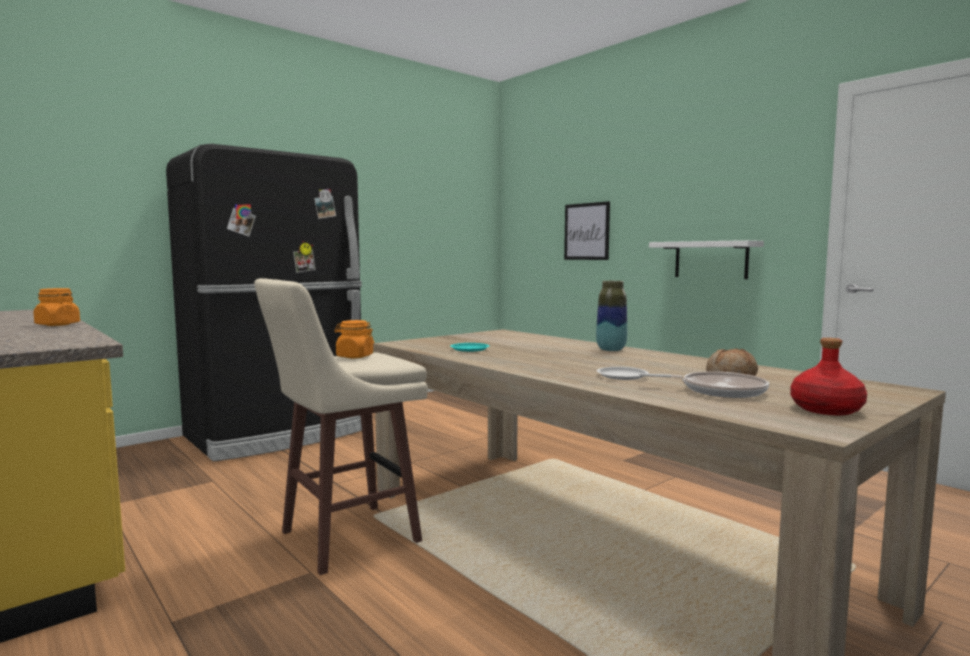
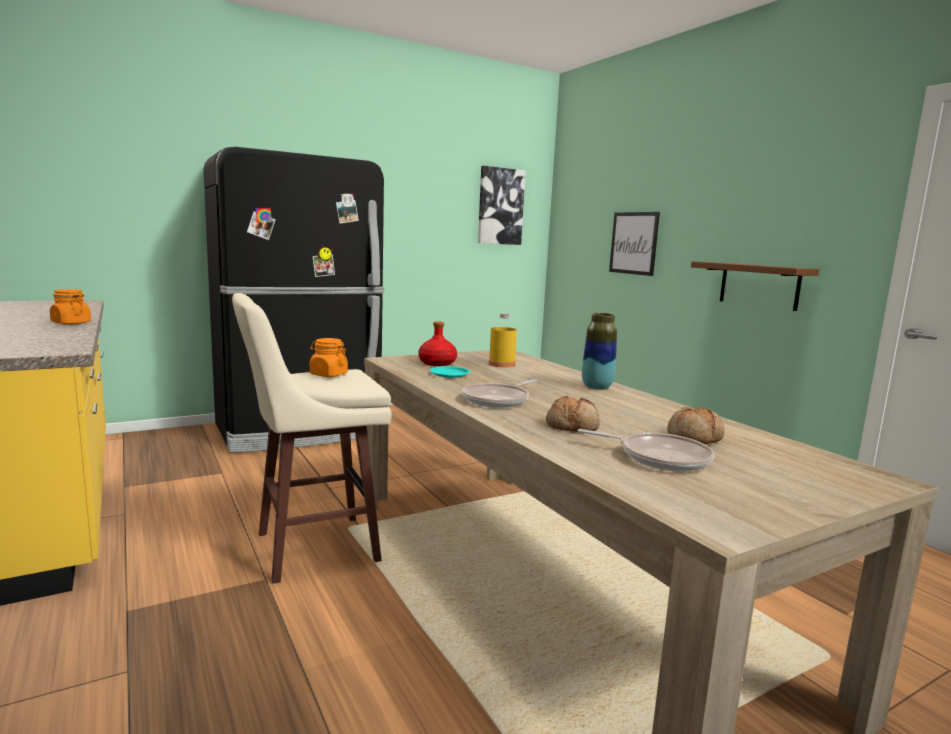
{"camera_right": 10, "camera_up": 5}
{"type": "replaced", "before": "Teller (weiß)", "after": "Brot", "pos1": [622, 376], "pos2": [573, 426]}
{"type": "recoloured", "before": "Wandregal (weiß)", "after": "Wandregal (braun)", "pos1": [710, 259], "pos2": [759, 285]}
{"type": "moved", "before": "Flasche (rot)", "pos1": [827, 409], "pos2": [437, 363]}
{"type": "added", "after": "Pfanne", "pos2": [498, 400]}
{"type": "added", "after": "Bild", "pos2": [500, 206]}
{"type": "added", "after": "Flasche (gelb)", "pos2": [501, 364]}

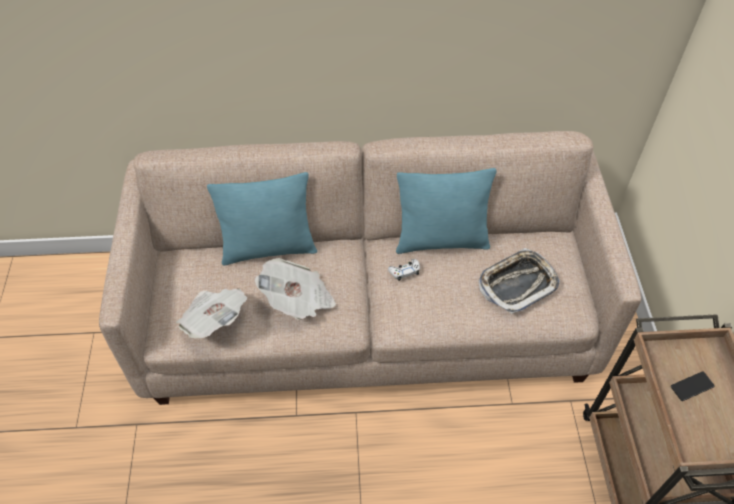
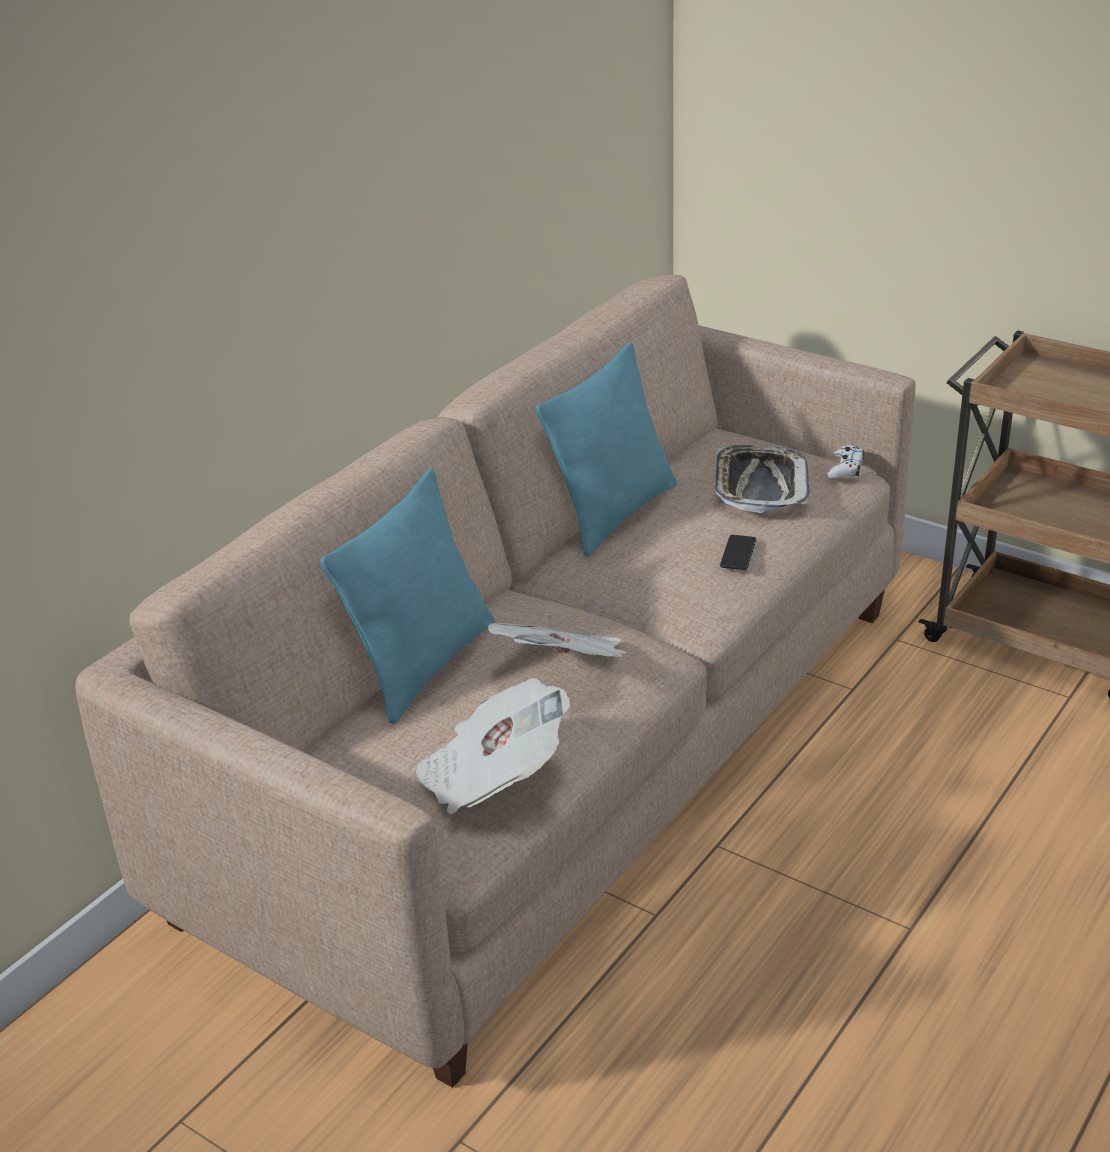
{"camera_right": -50, "camera_up": -20}
{"type": "moved", "before": "Gamepad (weiß)", "pos1": [404, 271], "pos2": [845, 468]}
{"type": "moved", "before": "Handy", "pos1": [692, 386], "pos2": [738, 553]}

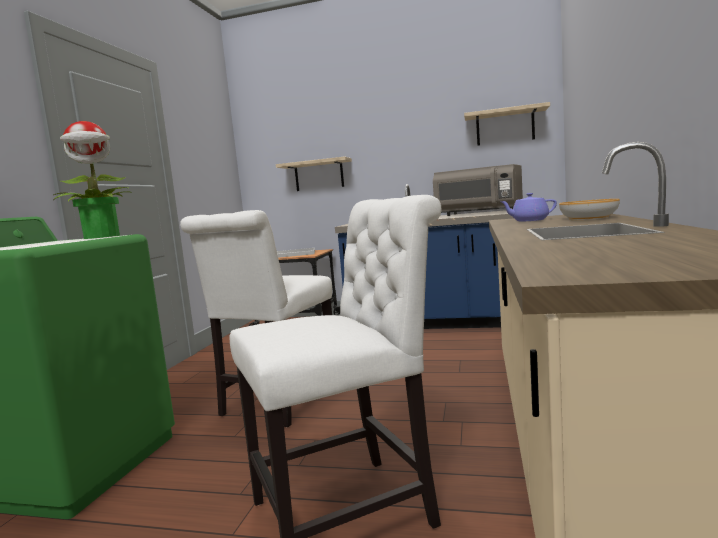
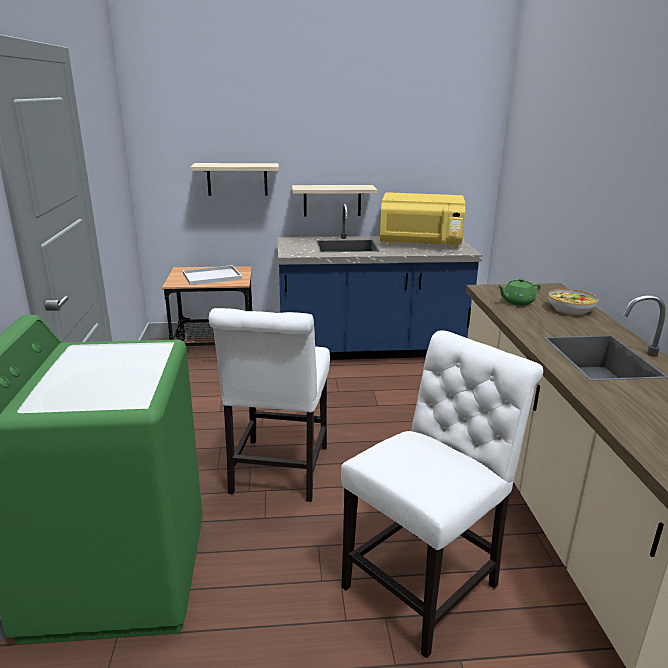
{"camera_right": -20, "camera_up": 15}
{"type": "removed", "before": "Topfpflanze", "pos1": [102, 237]}
{"type": "recoloured", "before": "Mikrowelle (grau)", "after": "Mikrowelle (gelb)", "pos1": [479, 213], "pos2": [420, 243]}
{"type": "moved", "before": "Wandregal", "pos1": [505, 127], "pos2": [332, 200]}
{"type": "recoloured", "before": "Teekanne (lila)", "after": "Teekanne (grün)", "pos1": [529, 220], "pos2": [517, 302]}

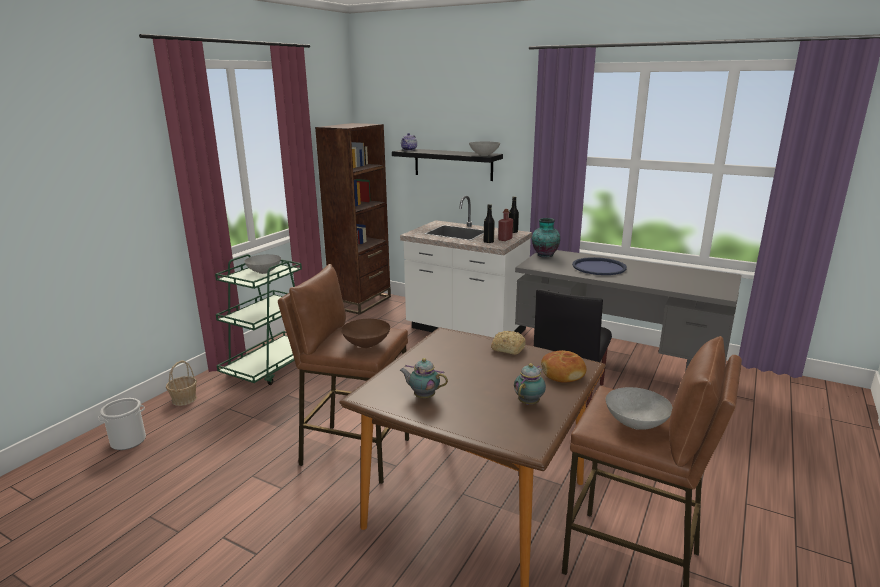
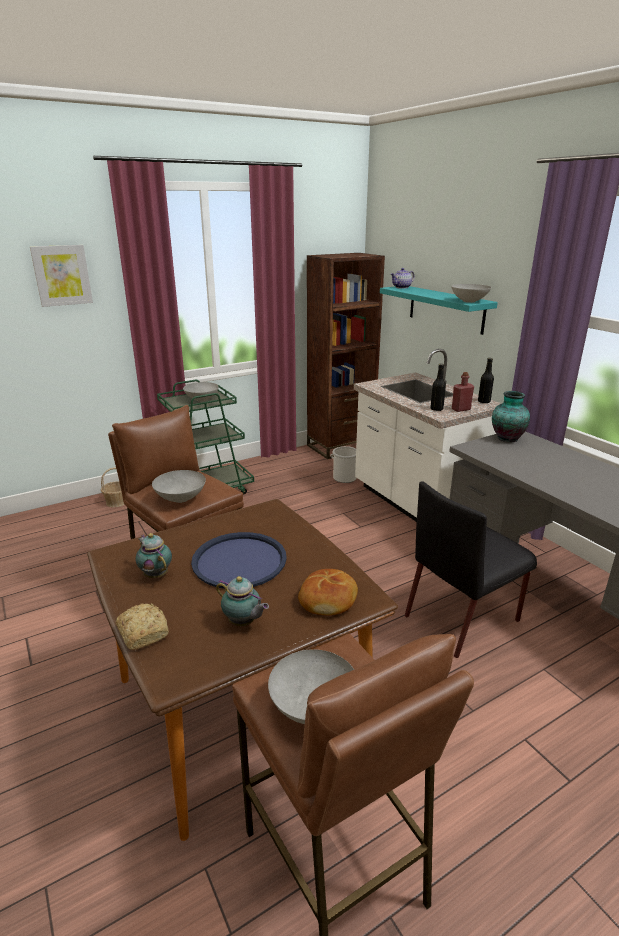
{"camera_right": 30, "camera_up": 5}
{"type": "moved", "before": "Eimer", "pos1": [128, 441], "pos2": [345, 478]}
{"type": "recoloured", "before": "Schüssel (braun)", "after": "Schüssel (grau)", "pos1": [366, 344], "pos2": [180, 498]}
{"type": "recoloured", "before": "Wandregal (schwarz)", "after": "Wandregal (türkis)", "pos1": [453, 164], "pos2": [446, 309]}
{"type": "moved", "before": "Brot", "pos1": [507, 348], "pos2": [144, 632]}
{"type": "turned", "before": "Teekanne", "pos1": [529, 402], "pos2": [243, 623], "turn": 60}
{"type": "moved", "before": "Tablett (blau)", "pos1": [599, 267], "pos2": [239, 561]}
{"type": "added", "after": "Bild", "pos2": [62, 275]}

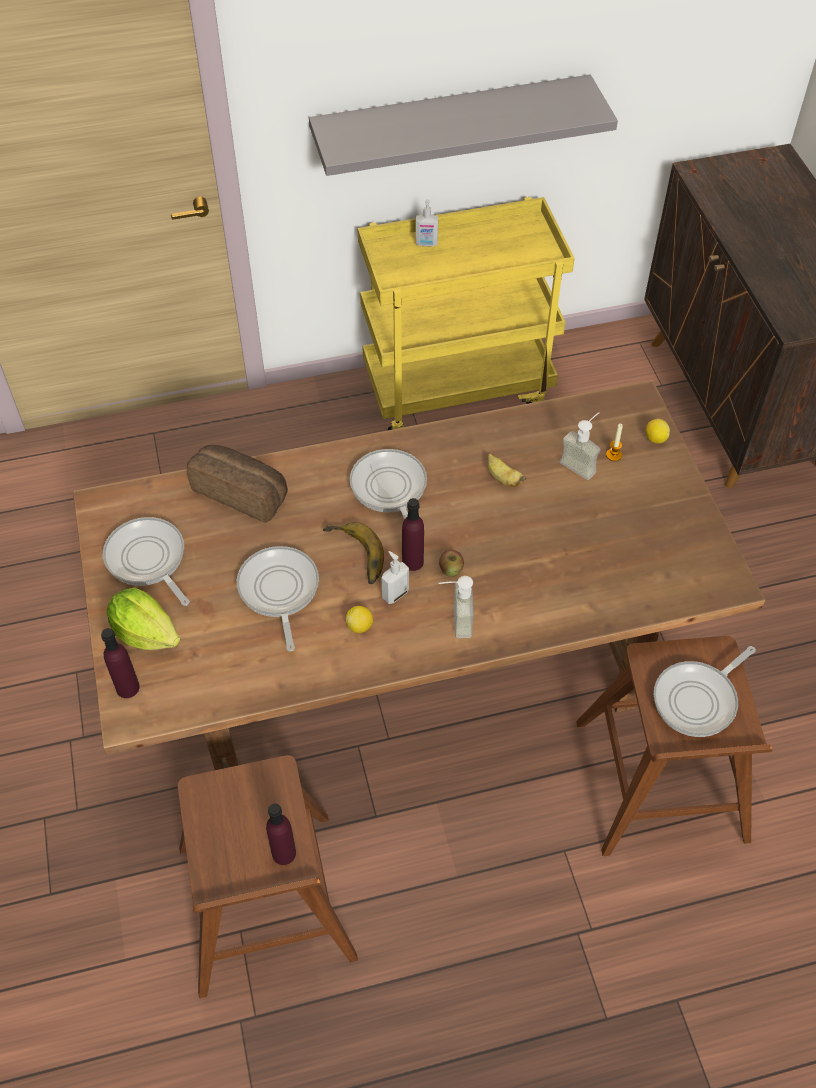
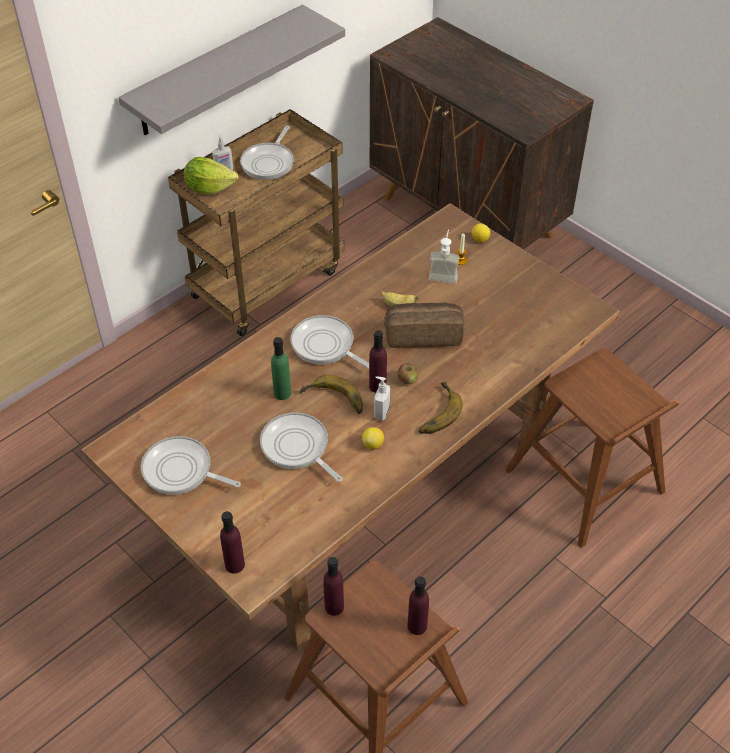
{"camera_right": -30, "camera_up": -5}
{"type": "moved", "before": "Salatkopf", "pos1": [145, 633], "pos2": [209, 188]}
{"type": "moved", "before": "Brot", "pos1": [242, 492], "pos2": [423, 334]}
{"type": "recoloured", "before": "Rollwagen (gelb)", "after": "Rollwagen (braun)", "pos1": [458, 387], "pos2": [267, 281]}
{"type": "replaced", "before": "Seifenspender", "after": "Banane", "pos1": [454, 621], "pos2": [435, 412]}
{"type": "moved", "before": "Pfanne", "pos1": [698, 699], "pos2": [269, 162]}
{"type": "added", "after": "Flasche (grün)", "pos2": [282, 393]}
{"type": "added", "after": "Flasche (lila)", "pos2": [334, 607]}

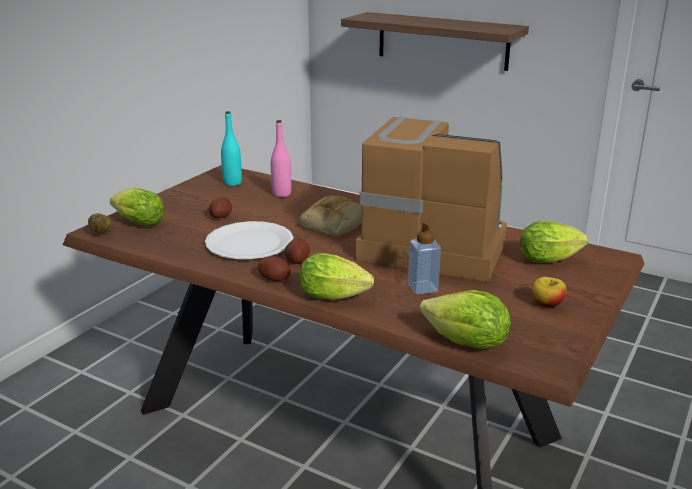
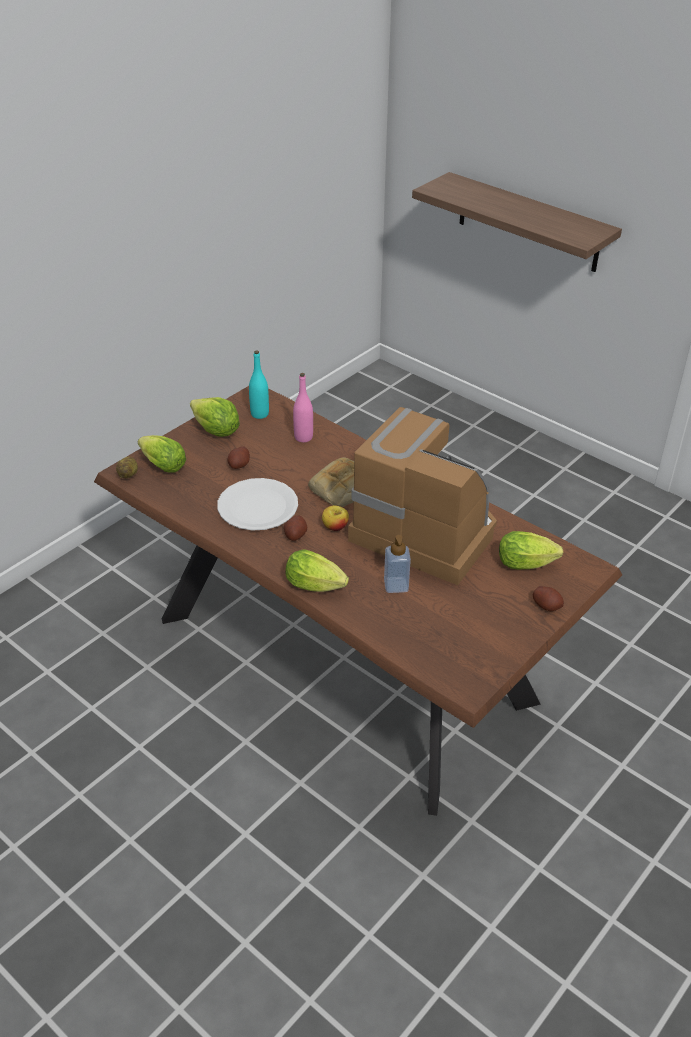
{"camera_right": 10, "camera_up": 15}
{"type": "moved", "before": "Kartoffel", "pos1": [275, 278], "pos2": [547, 605]}
{"type": "moved", "before": "Salatkopf", "pos1": [466, 343], "pos2": [216, 431]}
{"type": "moved", "before": "Apfel", "pos1": [547, 304], "pos2": [335, 527]}

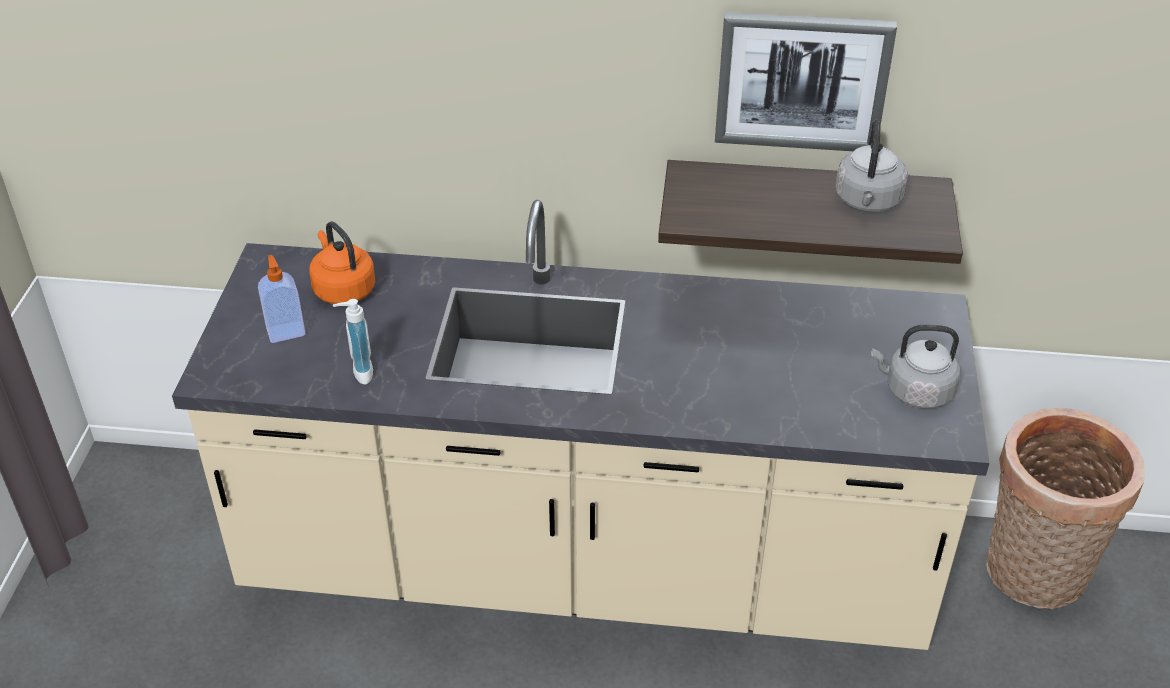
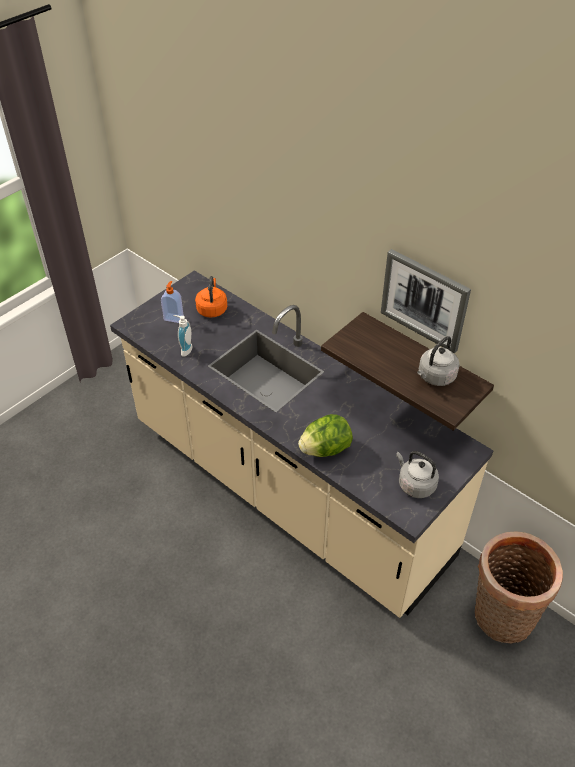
{"camera_right": 35, "camera_up": 5}
{"type": "added", "after": "Salatkopf", "pos2": [325, 449]}

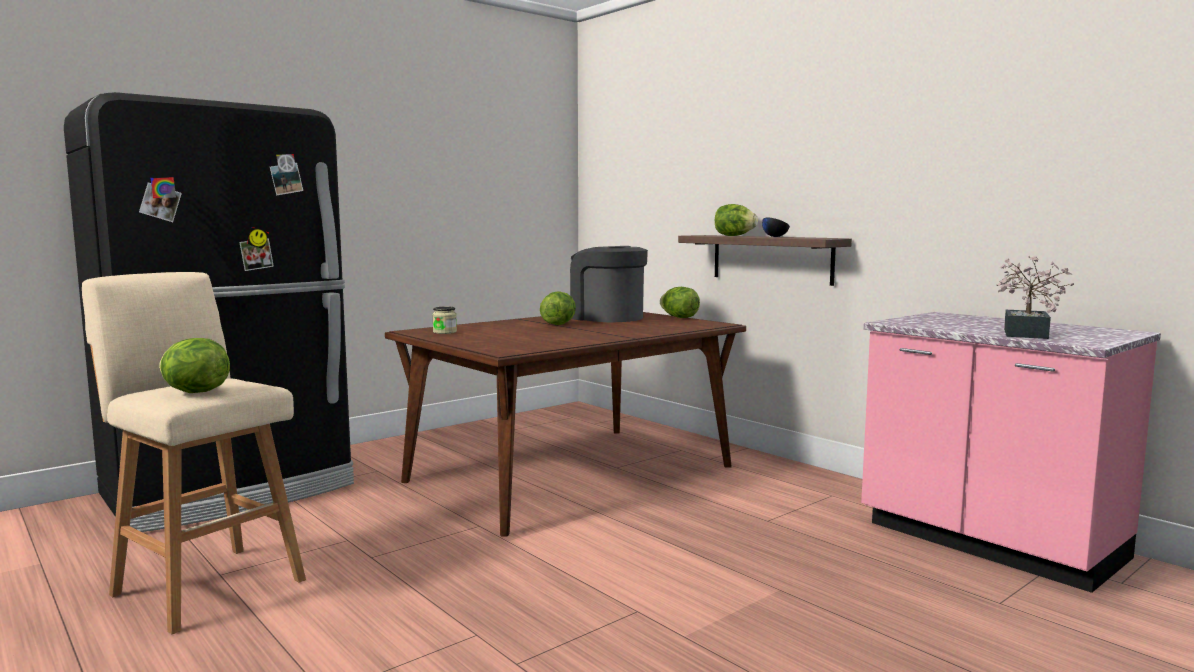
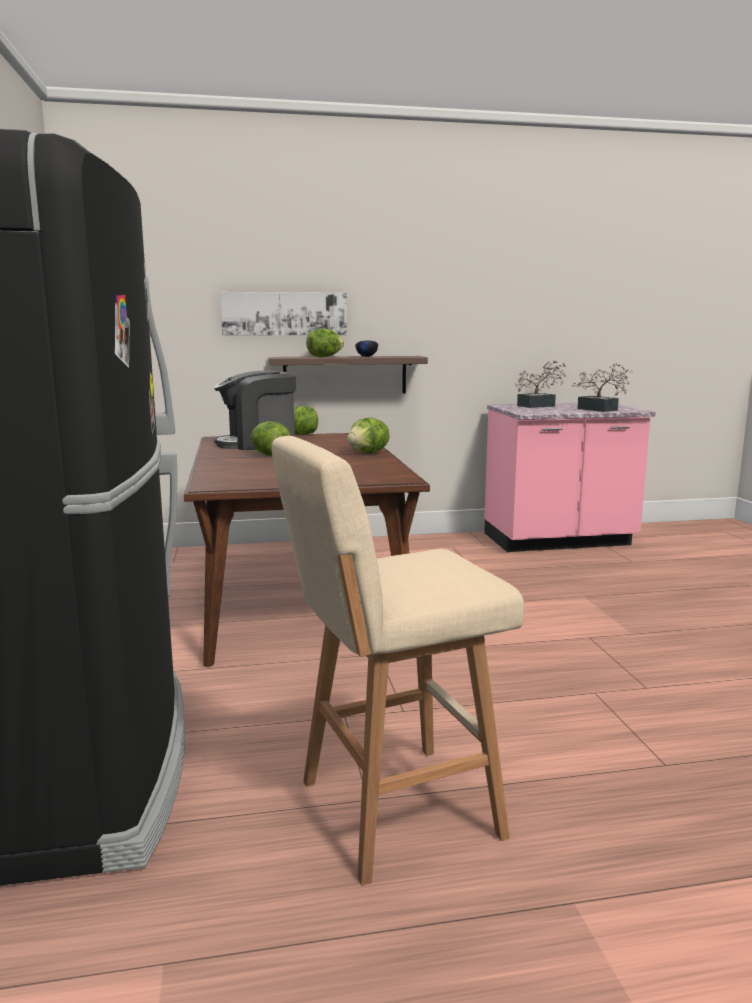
{"camera_right": -60, "camera_up": 5}
{"type": "moved", "before": "Salatkopf", "pos1": [194, 392], "pos2": [369, 453]}
{"type": "removed", "before": "Vorratsglas", "pos1": [444, 332]}
{"type": "added", "after": "Bild", "pos2": [284, 314]}
{"type": "added", "after": "Topfpflanze", "pos2": [539, 406]}

